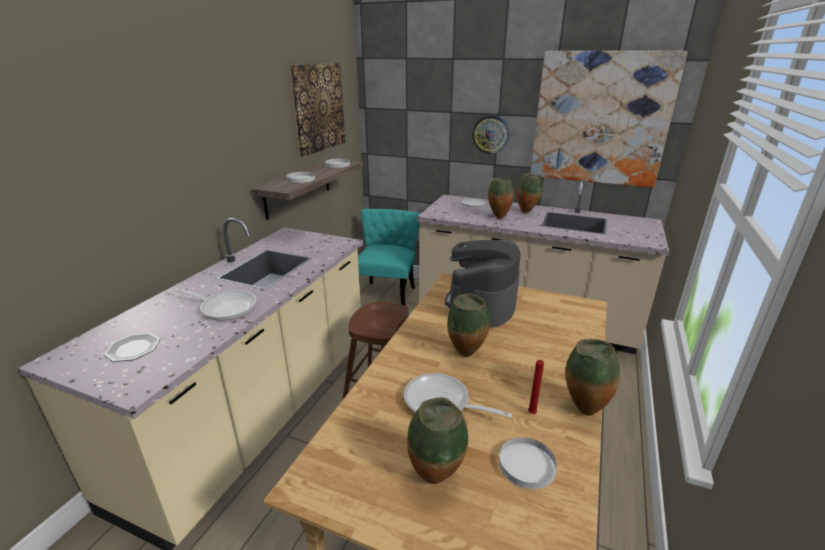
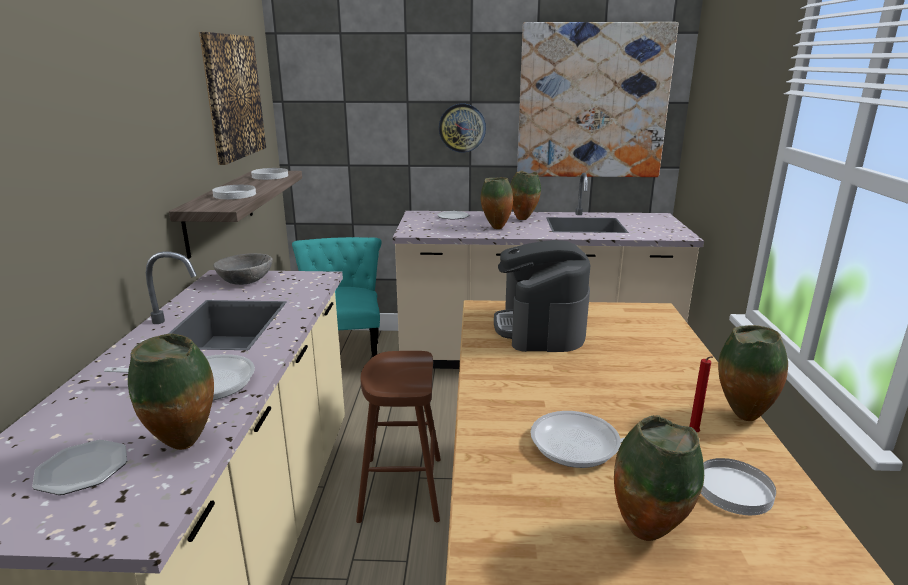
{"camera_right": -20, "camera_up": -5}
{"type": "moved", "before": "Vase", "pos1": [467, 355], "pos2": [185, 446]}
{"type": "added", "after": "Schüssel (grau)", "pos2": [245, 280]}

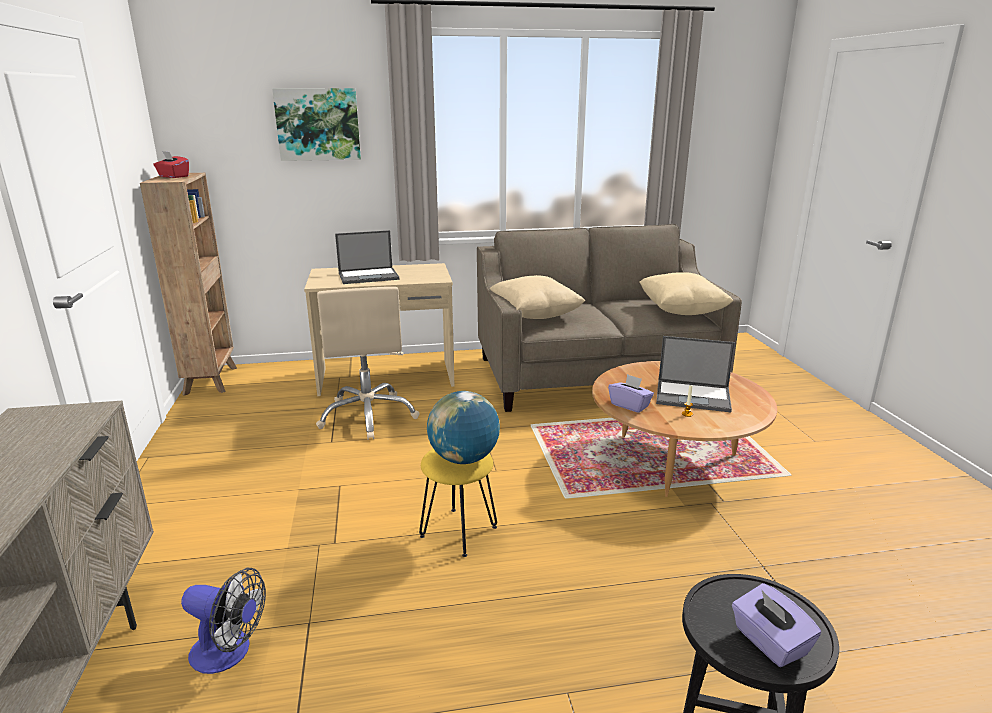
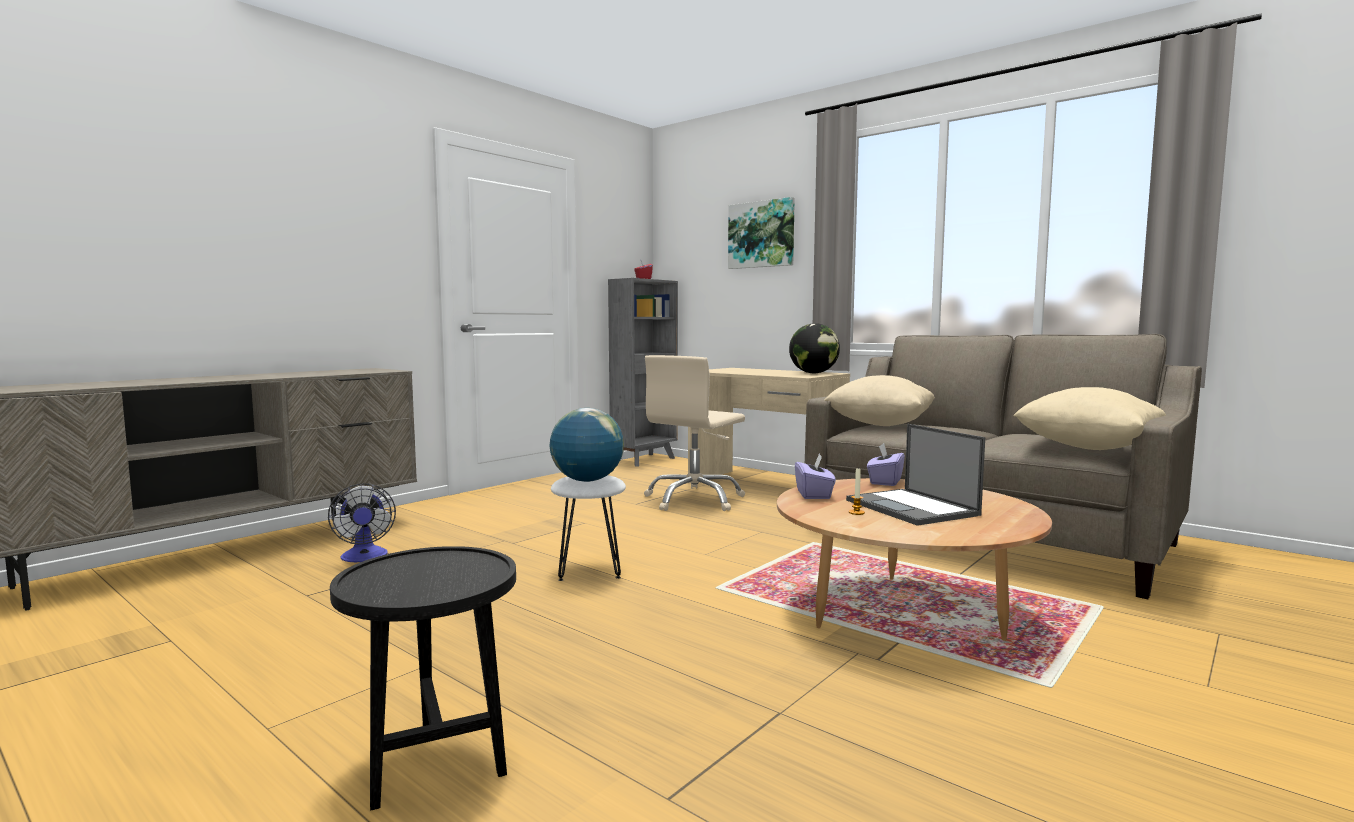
{"camera_right": 50, "camera_up": -15}
{"type": "recoloured", "before": "Bücherregal (braun)", "after": "Bücherregal (grau)", "pos1": [211, 380], "pos2": [645, 460]}
{"type": "removed", "before": "Laptop", "pos1": [369, 276]}
{"type": "recoloured", "before": "Hocker (gelb)", "after": "Hocker (weiß)", "pos1": [458, 531], "pos2": [589, 569]}
{"type": "moved", "before": "Taschentuchbox (lila)", "pos1": [769, 642], "pos2": [885, 481]}
{"type": "added", "after": "Globus", "pos2": [813, 373]}

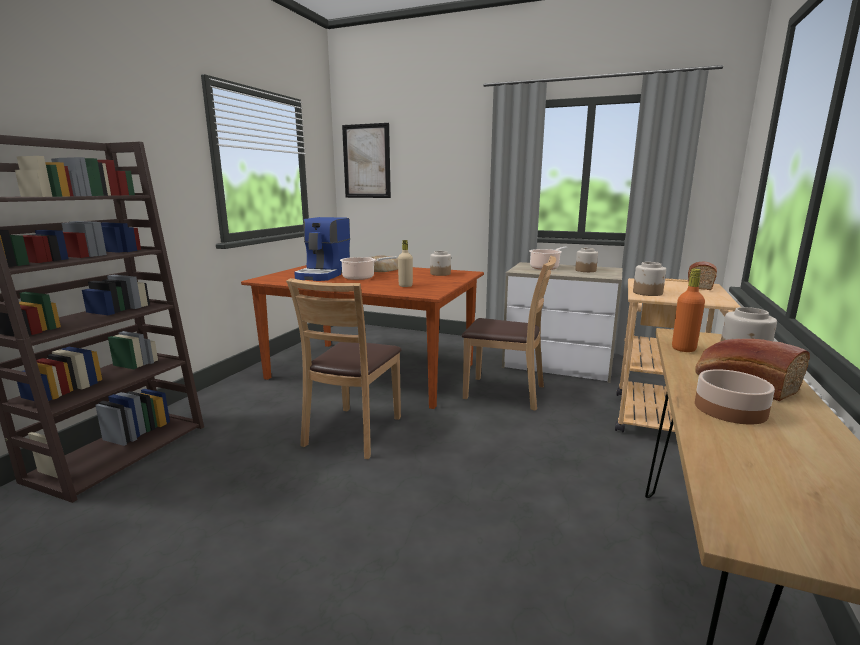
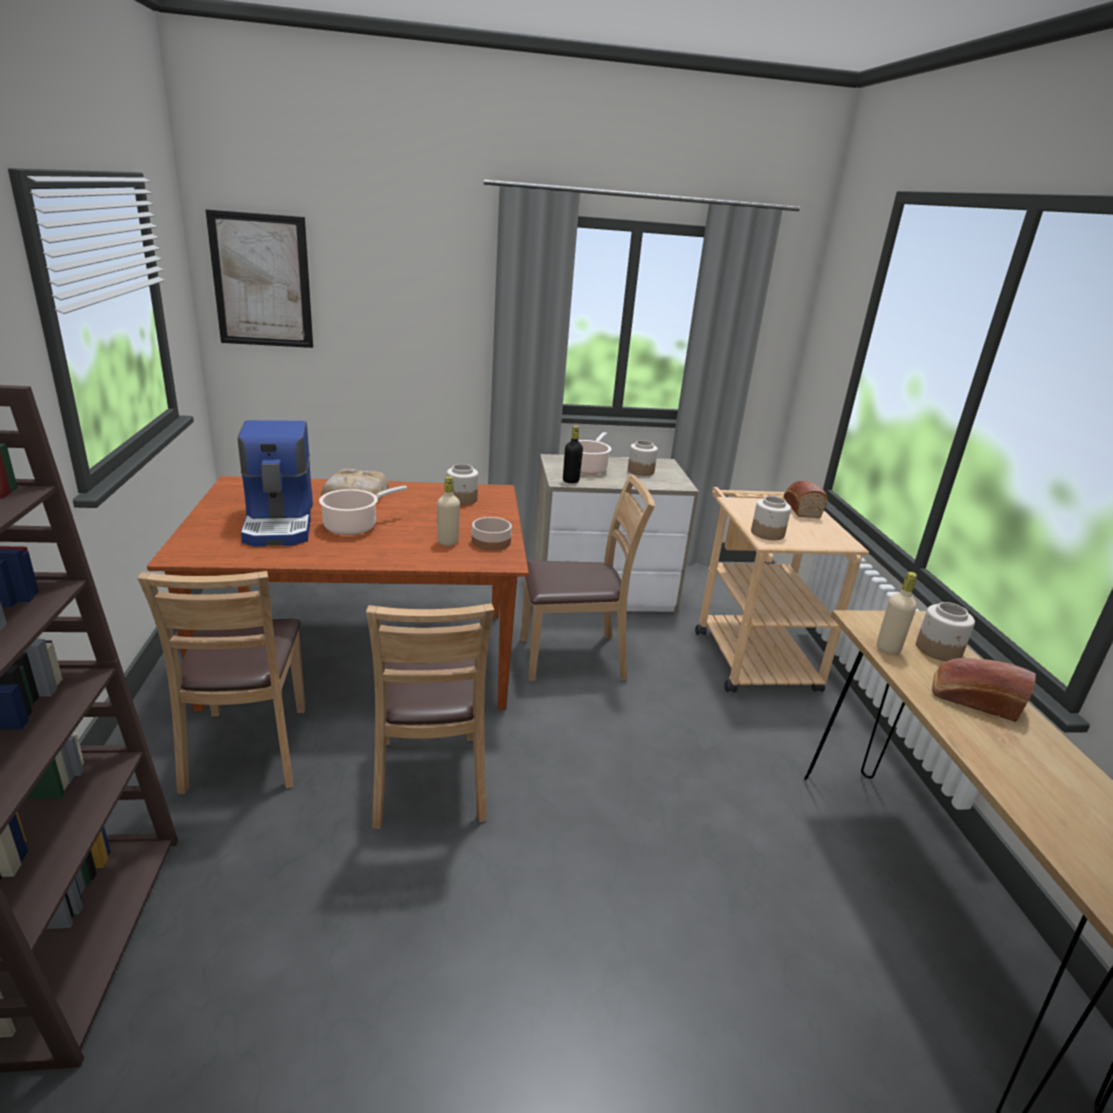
{"camera_right": -30, "camera_up": 10}
{"type": "recoloured", "before": "Flasche (orange)", "after": "Flasche (beige)", "pos1": [683, 349], "pos2": [888, 649]}
{"type": "moved", "before": "Schüssel", "pos1": [731, 410], "pos2": [491, 542]}
{"type": "added", "after": "Stuhl (braun)", "pos2": [248, 749]}
{"type": "added", "after": "Flasche (schwarz)", "pos2": [571, 481]}

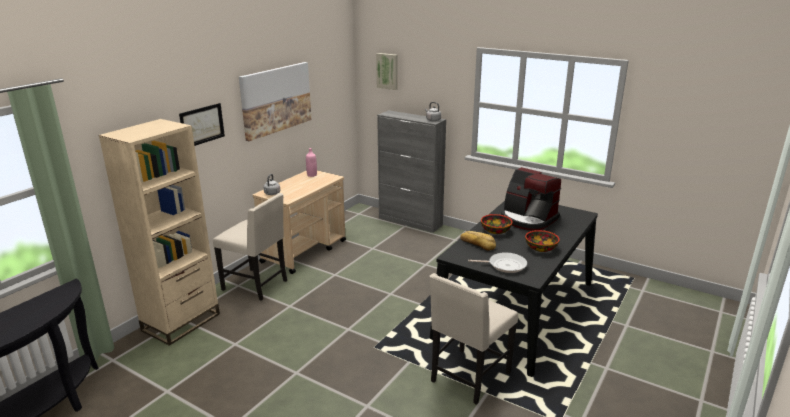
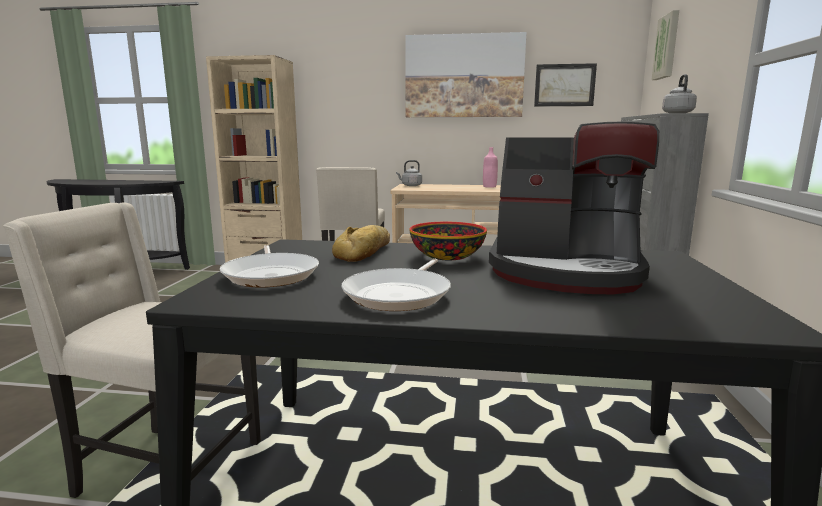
{"camera_right": 65, "camera_up": -10}
{"type": "moved", "before": "Bild", "pos1": [202, 125], "pos2": [564, 85]}
{"type": "turned", "before": "Kaffeemaschine", "pos1": [528, 219], "pos2": [565, 271], "turn": -90}
{"type": "replaced", "before": "Schüssel", "after": "Pfanne", "pos1": [540, 248], "pos2": [400, 294]}

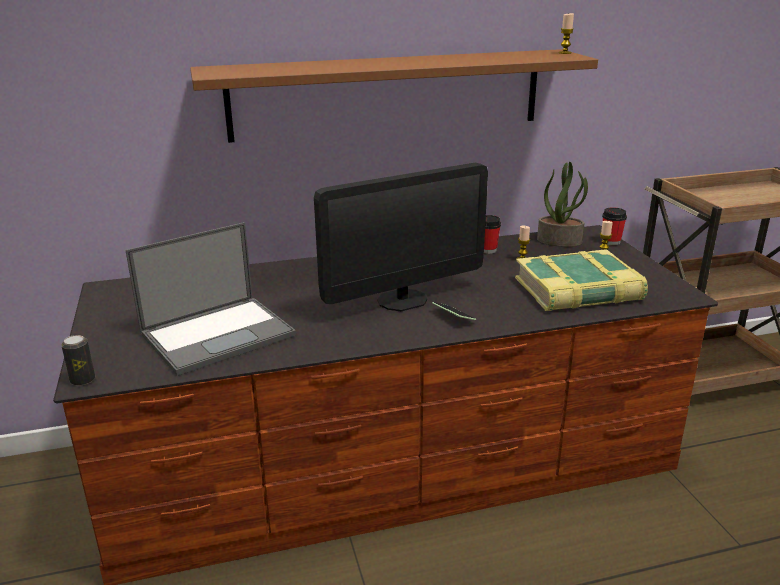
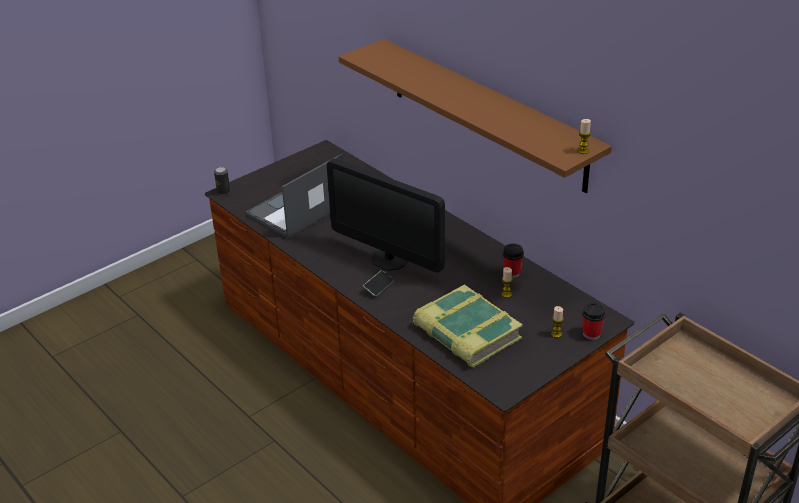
{"camera_right": 65, "camera_up": 10}
{"type": "turned", "before": "Laptop", "pos1": [219, 334], "pos2": [296, 210], "turn": 105}
{"type": "removed", "before": "Topfpflanze", "pos1": [560, 241]}

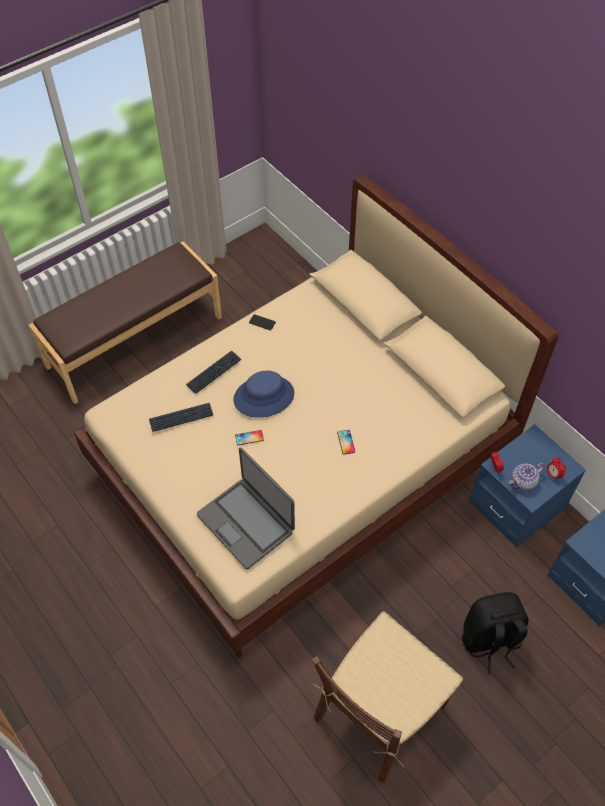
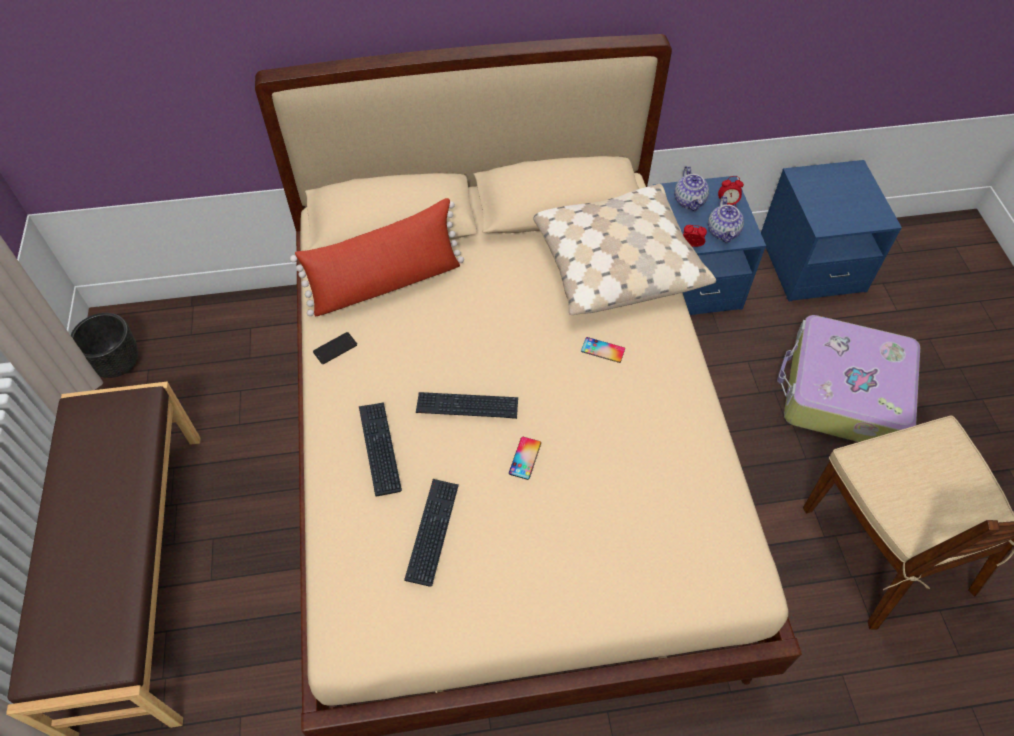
{"camera_right": -60, "camera_up": 0}
{"type": "removed", "before": "Laptop", "pos1": [246, 523]}
{"type": "replaced", "before": "Hut (blau)", "after": "Tastatur", "pos1": [264, 396], "pos2": [467, 406]}
{"type": "replaced", "before": "Rucksack (schwarz)", "after": "Koffer", "pos1": [490, 641], "pos2": [842, 393]}
{"type": "added", "after": "Pflanzkübel (schwarz)", "pos2": [118, 363]}
{"type": "added", "after": "Kissen (rot)", "pos2": [386, 283]}
{"type": "added", "after": "Kissen (beige)", "pos2": [615, 261]}
{"type": "added", "after": "Teekanne", "pos2": [690, 201]}

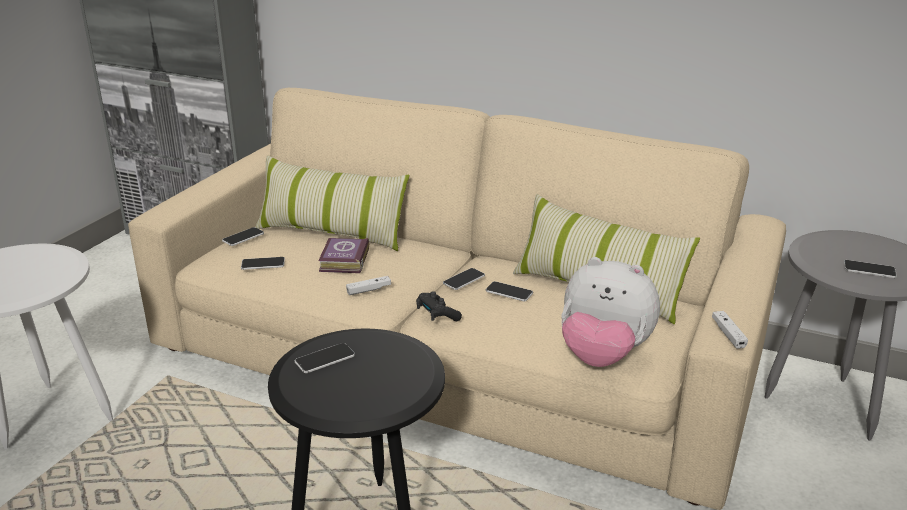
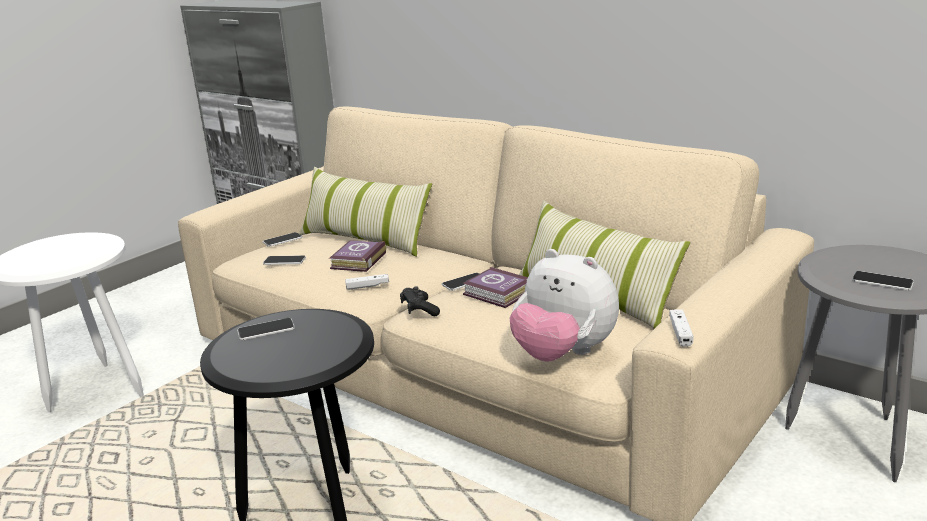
{"camera_right": 15, "camera_up": -5}
{"type": "replaced", "before": "Handy", "after": "Buch", "pos1": [509, 292], "pos2": [498, 294]}

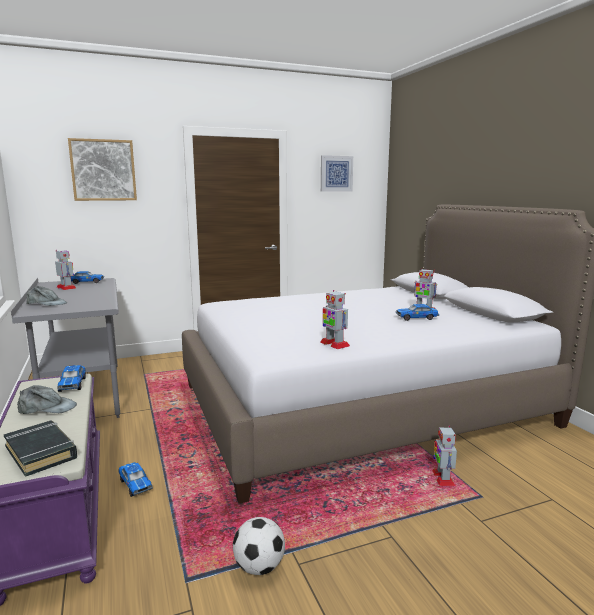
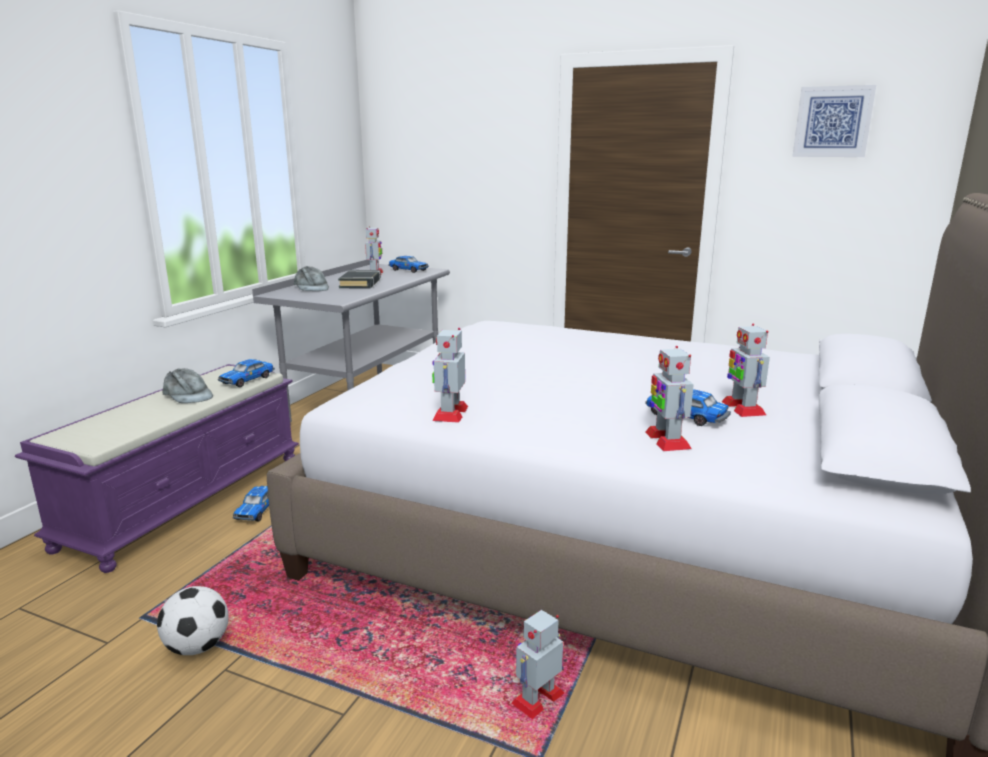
{"camera_right": 45, "camera_up": 5}
{"type": "moved", "before": "Buch (schwarz)", "pos1": [41, 452], "pos2": [361, 283]}
{"type": "removed", "before": "Bild", "pos1": [103, 170]}
{"type": "added", "after": "Spielzeugroboter", "pos2": [667, 440]}

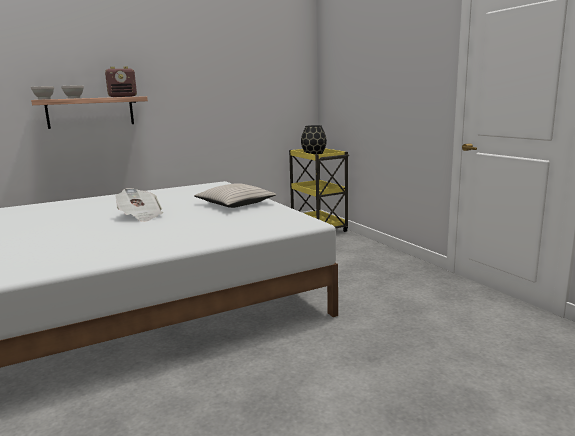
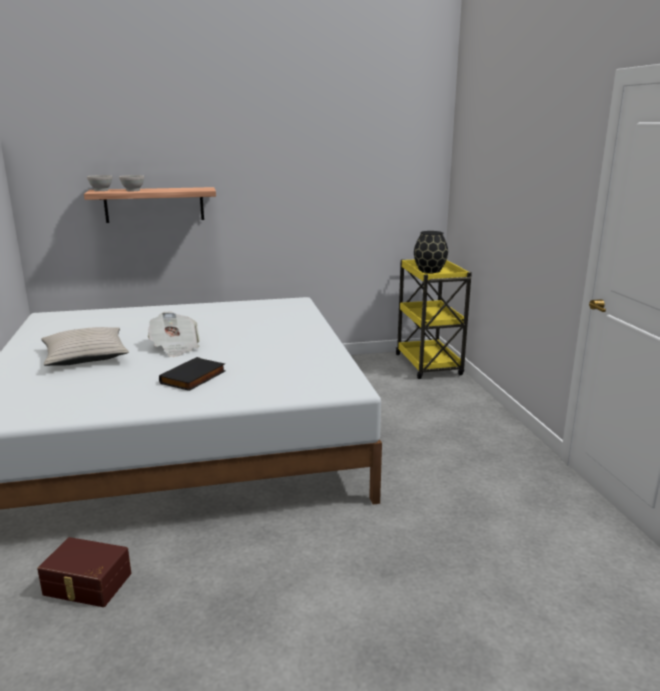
{"camera_right": 15, "camera_up": 5}
{"type": "removed", "before": "Radio", "pos1": [123, 96]}
{"type": "moved", "before": "Kissen (beige)", "pos1": [235, 203], "pos2": [85, 356]}
{"type": "added", "after": "Aufbewahrungsbox (braun)", "pos2": [86, 585]}
{"type": "added", "after": "Buch (schwarz)", "pos2": [194, 378]}

